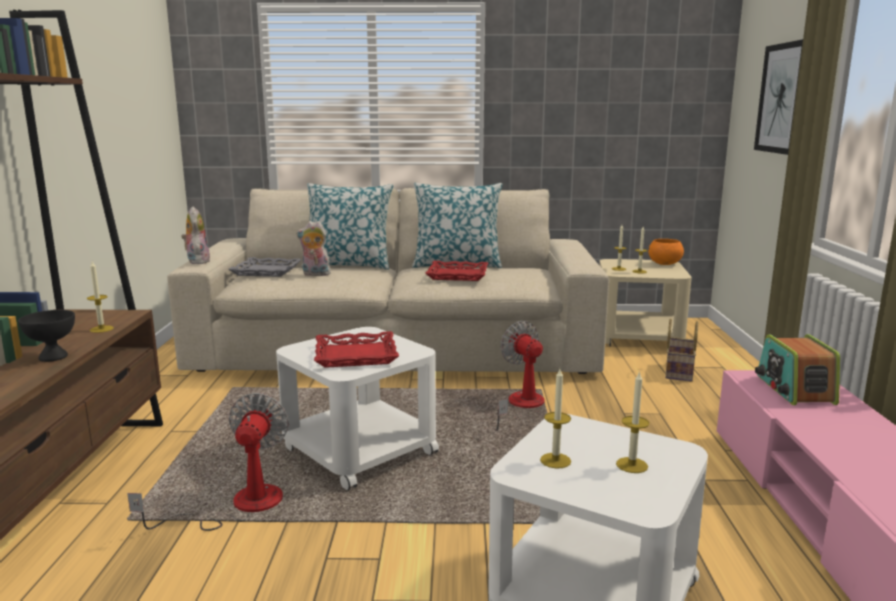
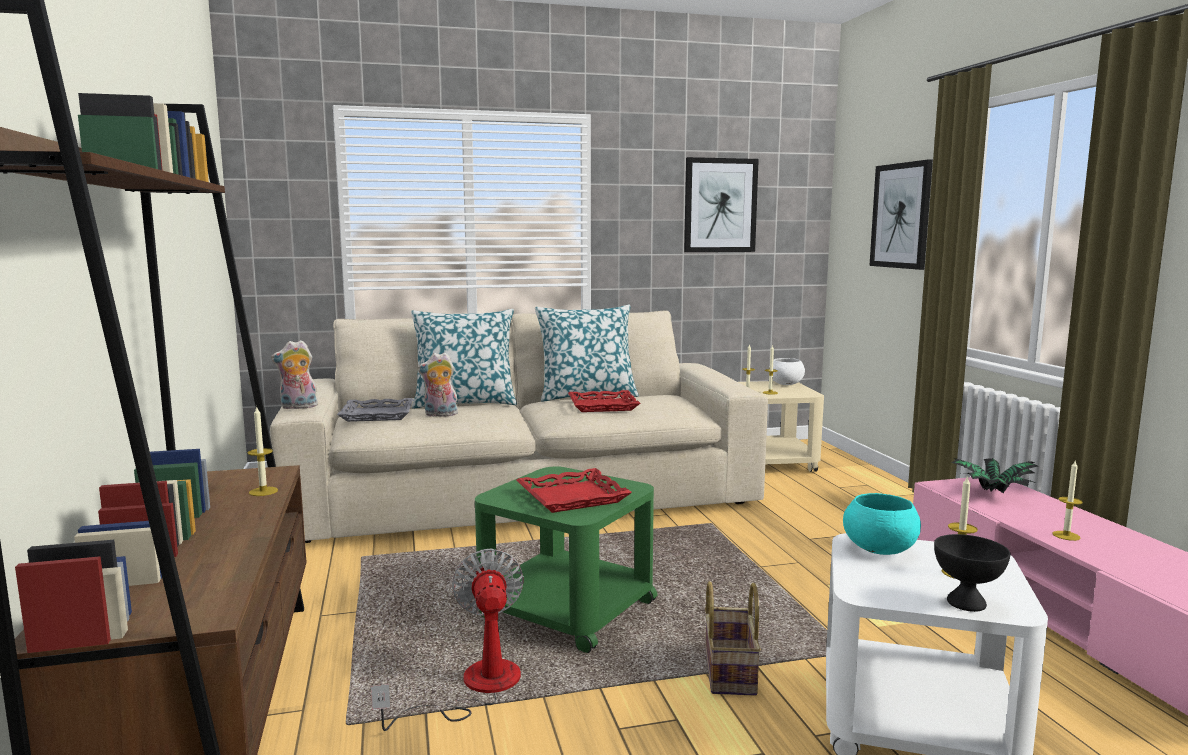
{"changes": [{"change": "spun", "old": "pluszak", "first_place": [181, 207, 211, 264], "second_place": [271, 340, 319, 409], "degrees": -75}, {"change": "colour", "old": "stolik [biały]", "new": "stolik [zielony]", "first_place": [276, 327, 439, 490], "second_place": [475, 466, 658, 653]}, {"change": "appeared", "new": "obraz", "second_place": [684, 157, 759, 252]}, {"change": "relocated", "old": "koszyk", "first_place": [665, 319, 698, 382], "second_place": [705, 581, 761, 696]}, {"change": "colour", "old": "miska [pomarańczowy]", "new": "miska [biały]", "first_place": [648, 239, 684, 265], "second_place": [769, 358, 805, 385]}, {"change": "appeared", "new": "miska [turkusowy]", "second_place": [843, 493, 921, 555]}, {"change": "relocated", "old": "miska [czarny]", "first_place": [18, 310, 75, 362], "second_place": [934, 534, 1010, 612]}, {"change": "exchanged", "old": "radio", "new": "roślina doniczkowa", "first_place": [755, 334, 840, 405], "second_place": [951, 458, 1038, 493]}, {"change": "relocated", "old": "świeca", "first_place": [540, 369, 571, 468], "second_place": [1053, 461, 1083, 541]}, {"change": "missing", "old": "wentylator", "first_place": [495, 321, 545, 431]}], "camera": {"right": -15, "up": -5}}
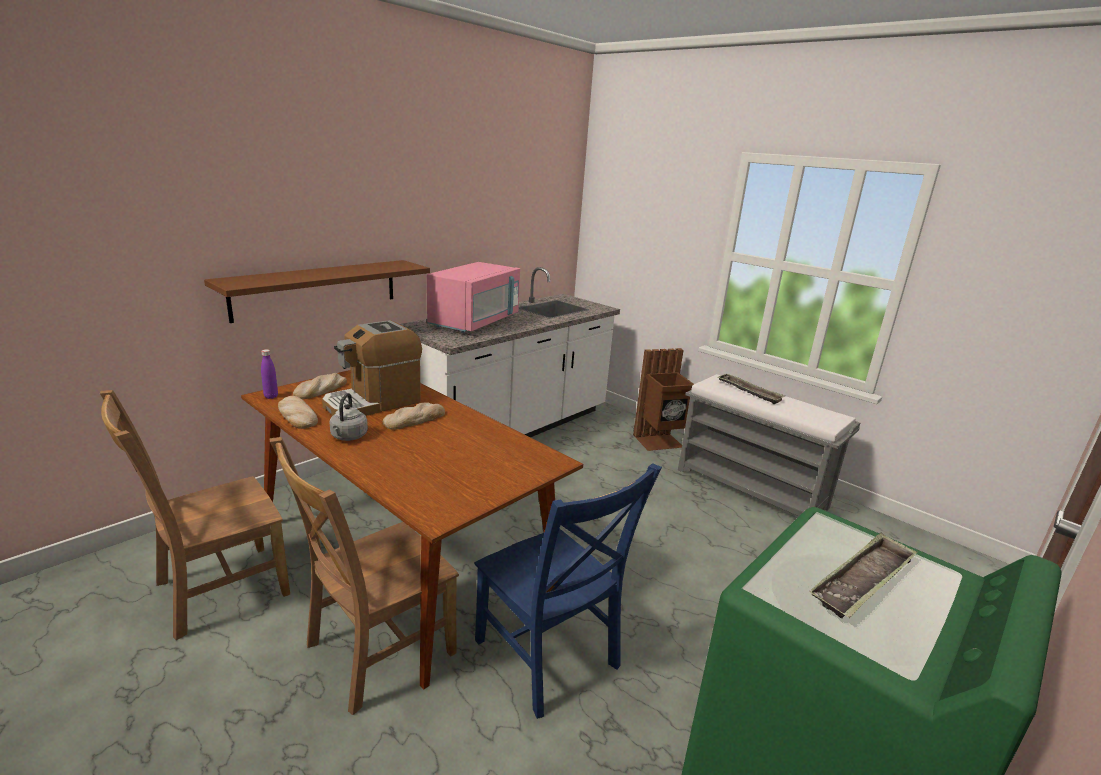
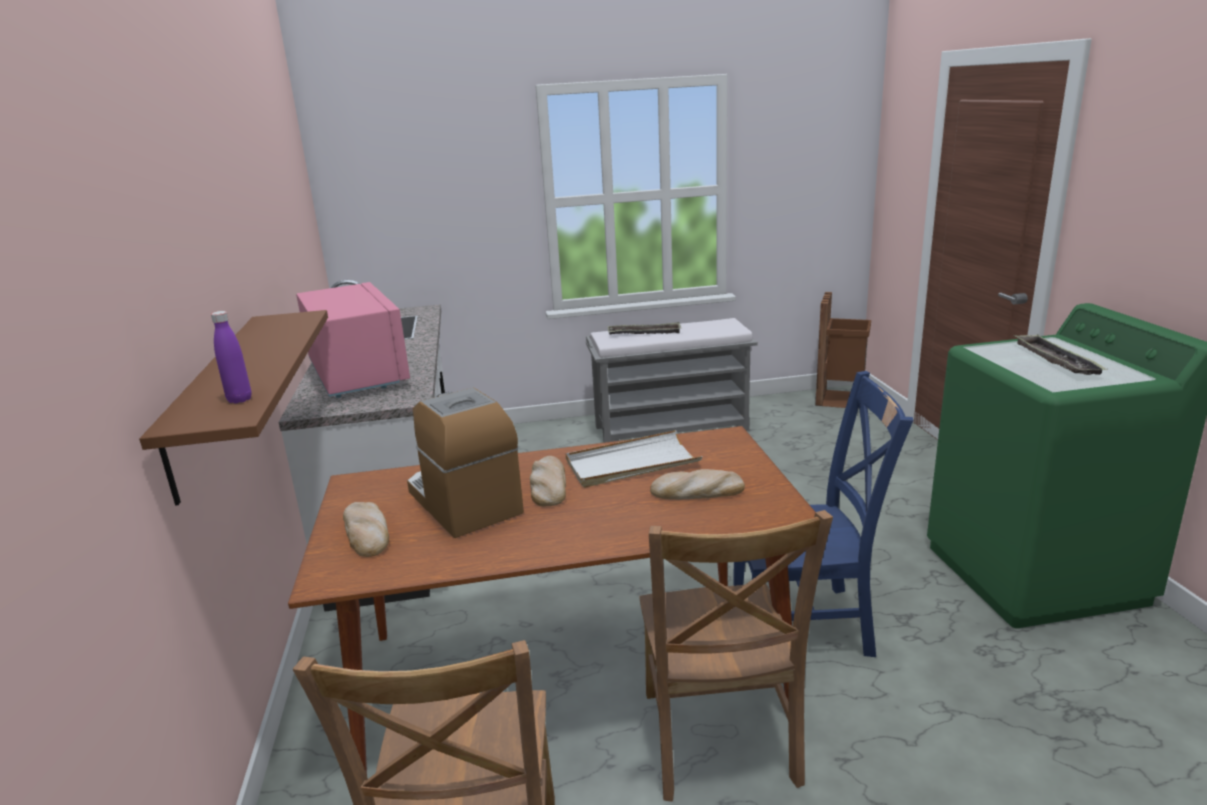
{"changes": [{"change": "relocated", "old": "butelka [fioletowy]", "first_place": [261, 349, 278, 399], "second_place": [211, 311, 251, 403]}, {"change": "spun", "old": "ekspres do kawy", "first_place": [322, 320, 422, 416], "second_place": [407, 388, 524, 538], "degrees": 150}, {"change": "appeared", "new": "taca [biały]", "second_place": [566, 430, 702, 488]}, {"change": "relocated", "old": "chleb", "first_place": [278, 396, 318, 429], "second_place": [650, 469, 745, 500]}, {"change": "relocated", "old": "kosz na śmieci [brązowy]", "first_place": [633, 348, 694, 451], "second_place": [815, 292, 871, 408]}, {"change": "missing", "old": "czajnik [szary]", "first_place": [330, 393, 368, 441]}], "camera": {"right": -50, "up": 0}}
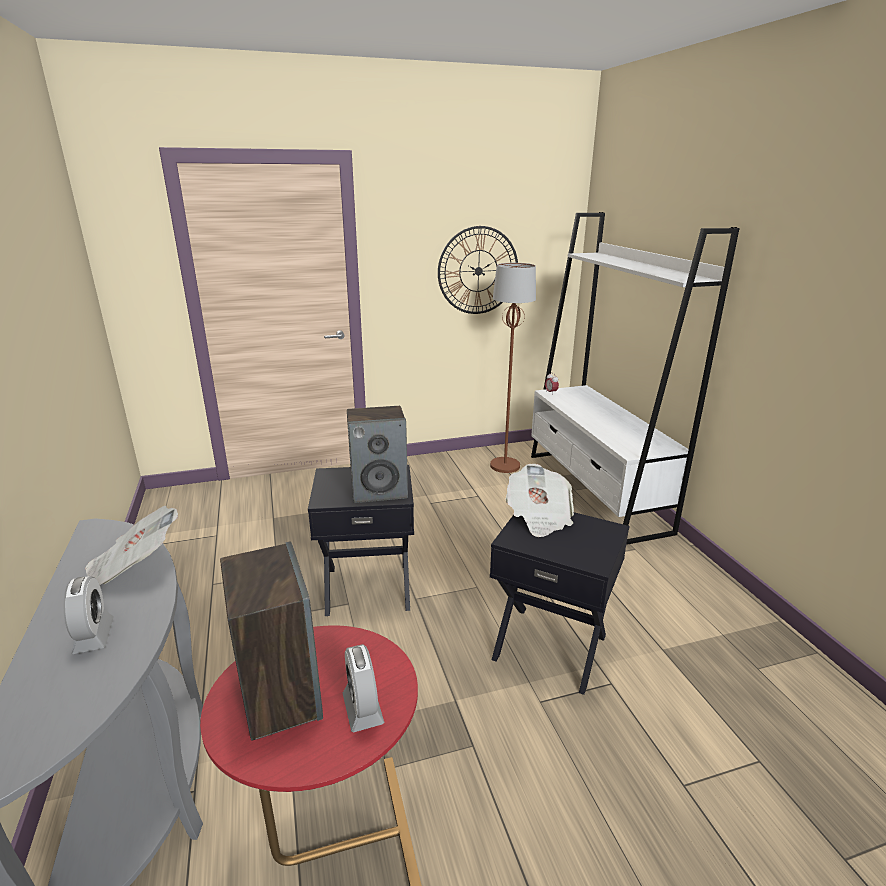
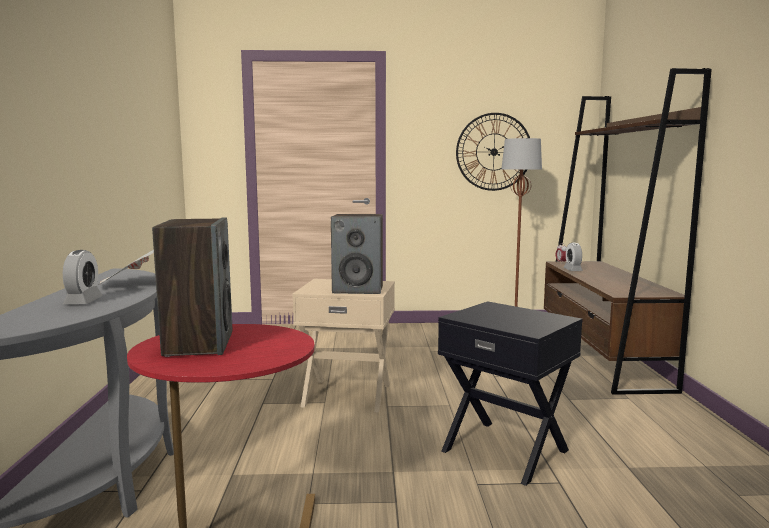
{"changes": [{"change": "colour", "old": "stolik [czarny]", "new": "stolik [beżowy]", "first_place": [308, 465, 414, 616], "second_place": [292, 279, 395, 413]}, {"change": "colour", "old": "regał [biały]", "new": "regał [brązowy]", "first_place": [531, 212, 739, 545], "second_place": [544, 68, 712, 395]}, {"change": "relocated", "old": "budzik", "first_place": [343, 644, 384, 733], "second_place": [564, 243, 583, 271]}, {"change": "missing", "old": "gazeta", "first_place": [505, 464, 574, 537]}], "camera": {"right": 15, "up": -15}}
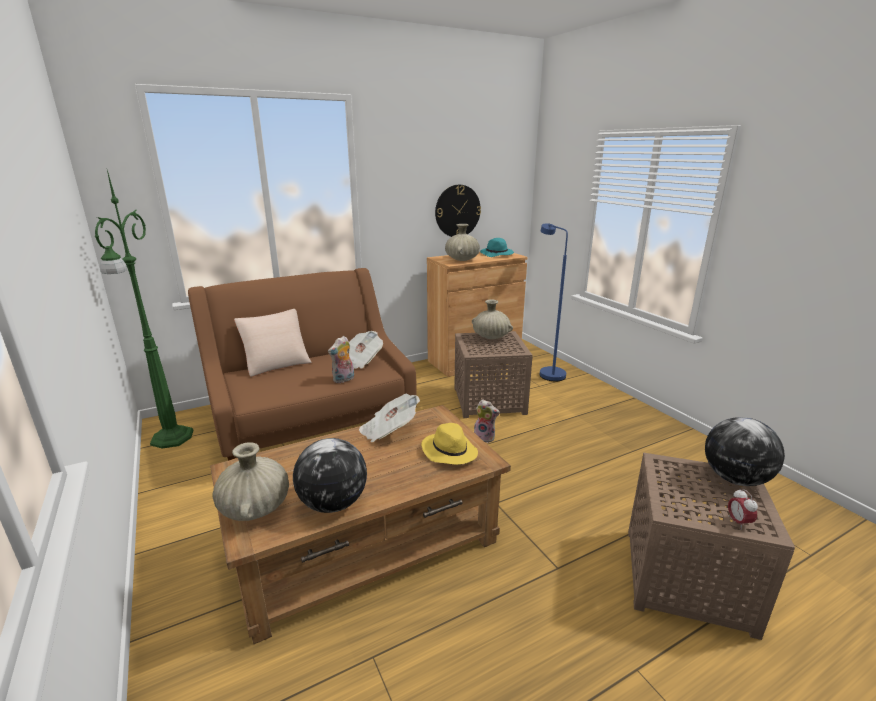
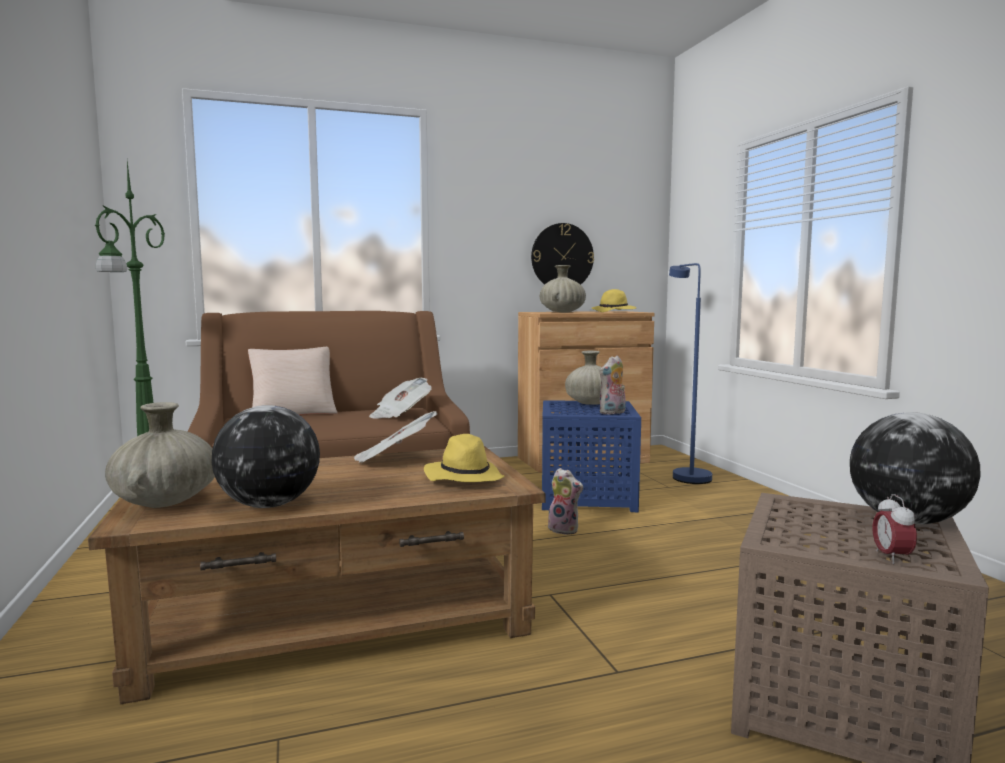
{"changes": [{"change": "colour", "old": "stolik [brązowy]", "new": "stolik [niebieski]", "first_place": [454, 331, 532, 418], "second_place": [542, 400, 641, 512]}, {"change": "colour", "old": "kapelusz [turkusowy]", "new": "kapelusz [żółty]", "first_place": [480, 238, 514, 257], "second_place": [591, 289, 636, 312]}, {"change": "relocated", "old": "pluszak", "first_place": [328, 336, 354, 383], "second_place": [599, 356, 626, 415]}], "camera": {"right": 10, "up": -15}}
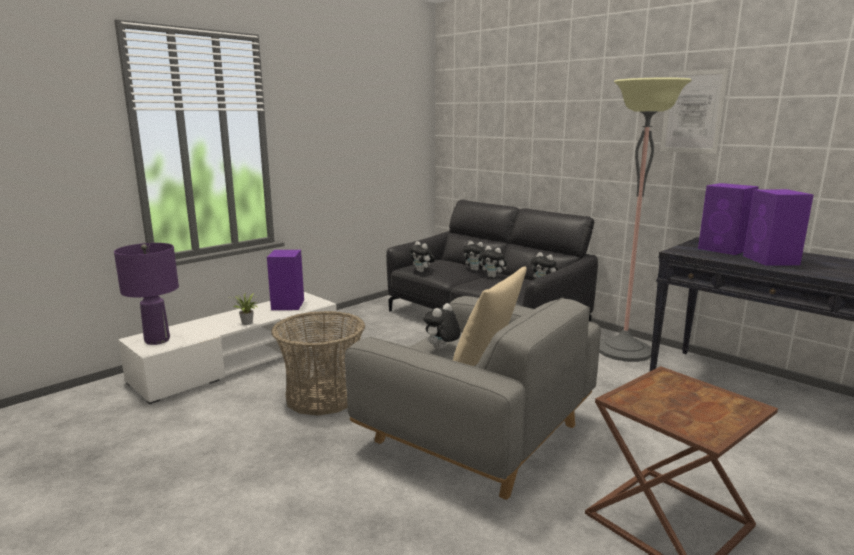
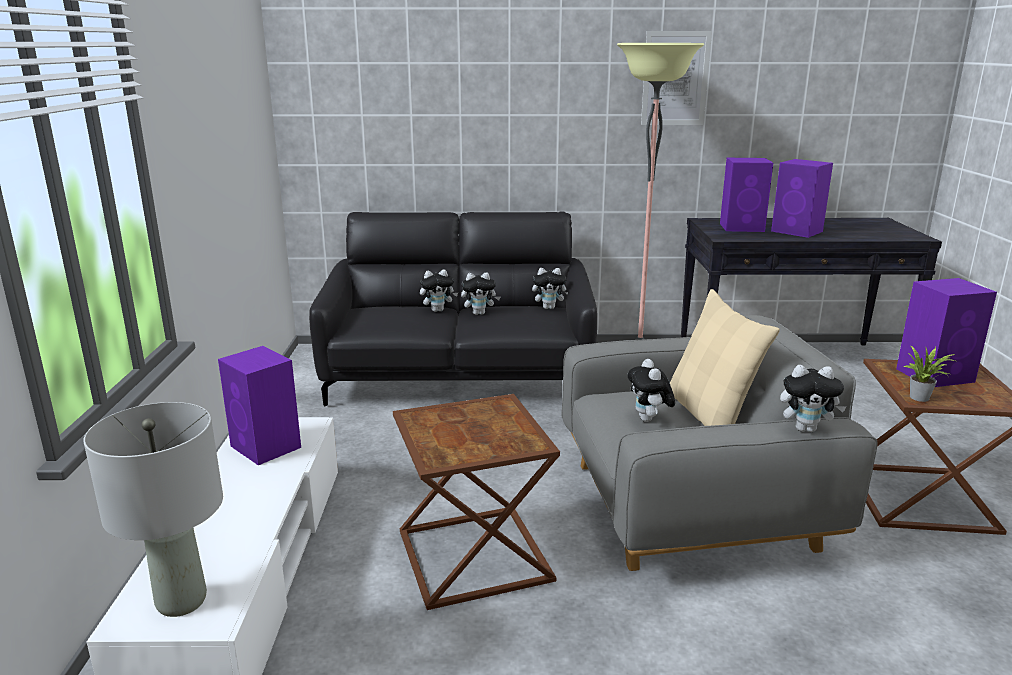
{"changes": [{"change": "colour", "old": "lampa stołowa [fioletowy]", "new": "lampa stołowa [szary]", "first_place": [114, 243, 179, 345], "second_place": [83, 402, 223, 617]}, {"change": "exchanged", "old": "koszyk", "new": "stolik [brązowy]", "first_place": [271, 311, 365, 416], "second_place": [393, 394, 560, 610]}, {"change": "relocated", "old": "pluszak", "first_place": [409, 241, 435, 272], "second_place": [780, 365, 847, 432]}, {"change": "appeared", "new": "głośnik [fioletowy]", "second_place": [896, 278, 997, 387]}, {"change": "relocated", "old": "roślina doniczkowa", "first_place": [230, 292, 258, 325], "second_place": [903, 345, 955, 402]}], "camera": {"right": -45, "up": 5}}
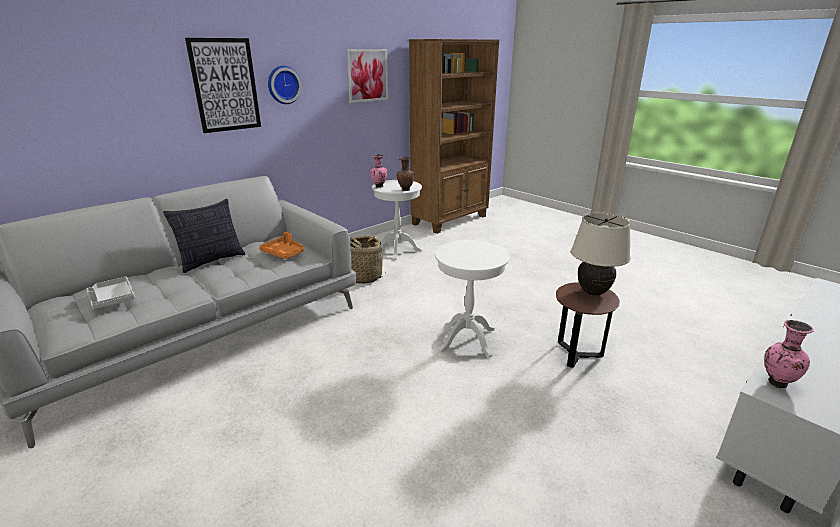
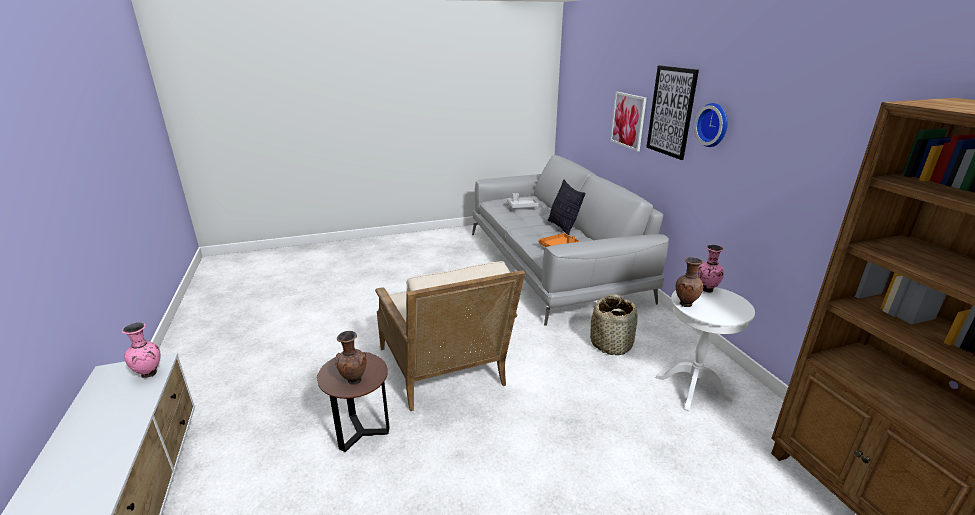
{"changes": [{"change": "exchanged", "old": "lampa stołowa [beżowy]", "new": "wazon [brązowy]", "first_place": [571, 213, 631, 296], "second_place": [335, 331, 366, 385]}, {"change": "exchanged", "old": "stolik [biały]", "new": "fotel [beżowy]", "first_place": [435, 240, 510, 358], "second_place": [375, 261, 525, 411]}, {"change": "relocated", "old": "obraz", "first_place": [346, 49, 388, 103], "second_place": [610, 92, 647, 151]}], "camera": {"right": 115, "up": 0}}
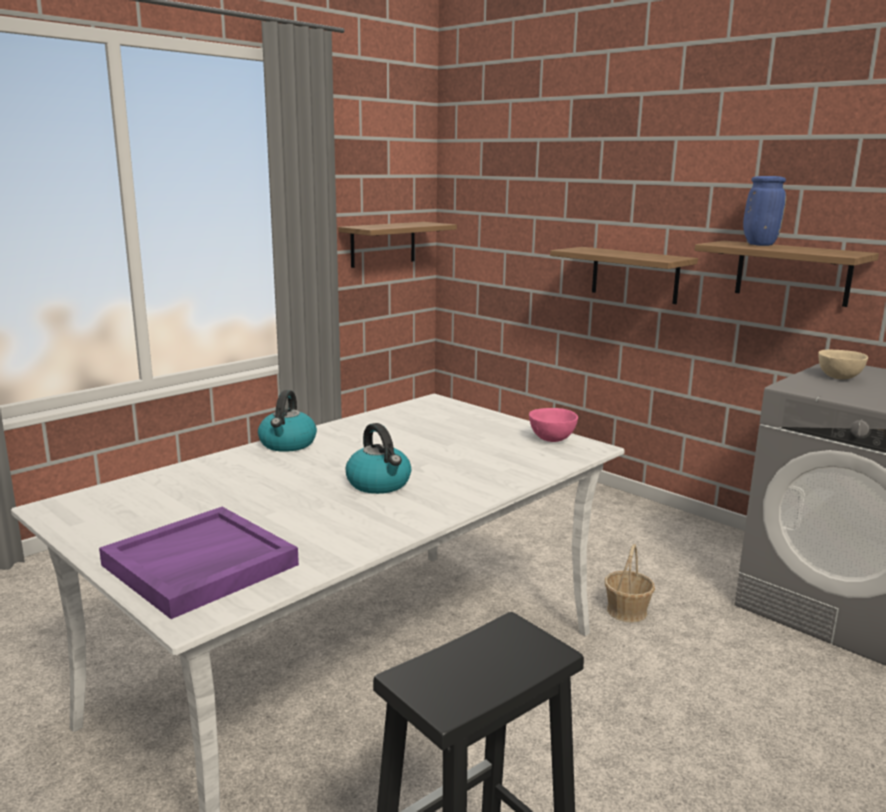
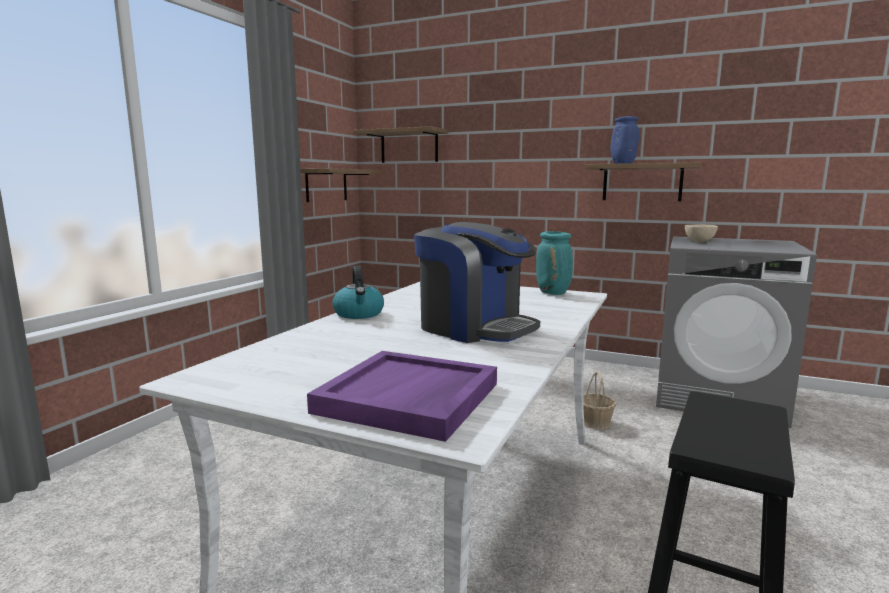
{"changes": [{"change": "relocated", "old": "półka", "first_place": [550, 247, 698, 304], "second_place": [353, 126, 448, 163]}, {"change": "exchanged", "old": "czajnik", "new": "ekspres do kawy", "first_place": [346, 423, 411, 494], "second_place": [414, 222, 540, 343]}, {"change": "exchanged", "old": "miska [różowy]", "new": "wazon [turkusowy]", "first_place": [529, 408, 578, 442], "second_place": [536, 231, 573, 295]}], "camera": {"right": -20, "up": -5}}
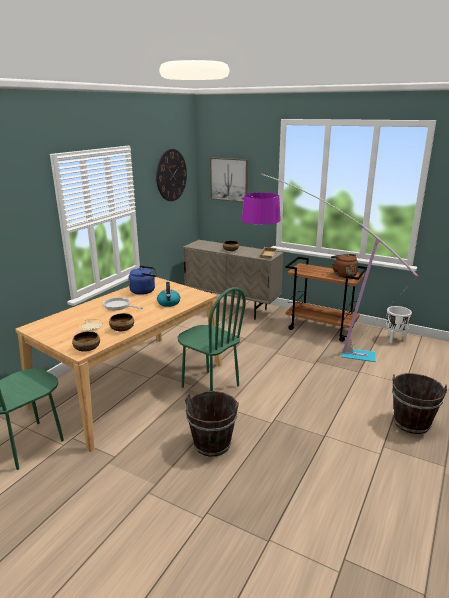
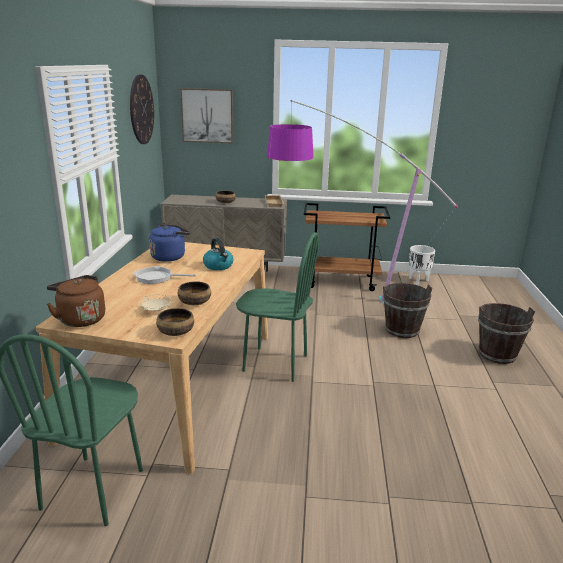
{"changes": [{"change": "relocated", "old": "czajnik [brązowy]", "first_place": [331, 254, 358, 278], "second_place": [47, 275, 105, 327]}, {"change": "relocated", "old": "wiadro [brązowy]", "first_place": [185, 391, 239, 457], "second_place": [383, 283, 432, 338]}], "camera": {"right": -25, "up": 0}}
